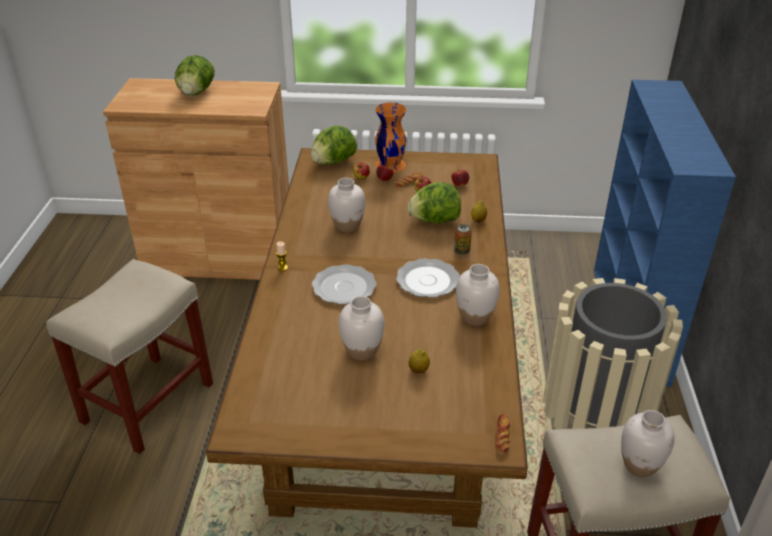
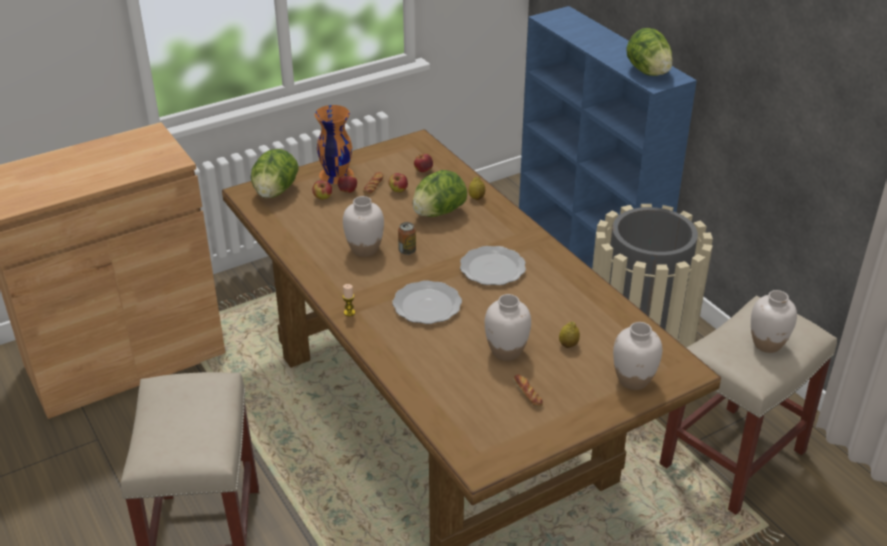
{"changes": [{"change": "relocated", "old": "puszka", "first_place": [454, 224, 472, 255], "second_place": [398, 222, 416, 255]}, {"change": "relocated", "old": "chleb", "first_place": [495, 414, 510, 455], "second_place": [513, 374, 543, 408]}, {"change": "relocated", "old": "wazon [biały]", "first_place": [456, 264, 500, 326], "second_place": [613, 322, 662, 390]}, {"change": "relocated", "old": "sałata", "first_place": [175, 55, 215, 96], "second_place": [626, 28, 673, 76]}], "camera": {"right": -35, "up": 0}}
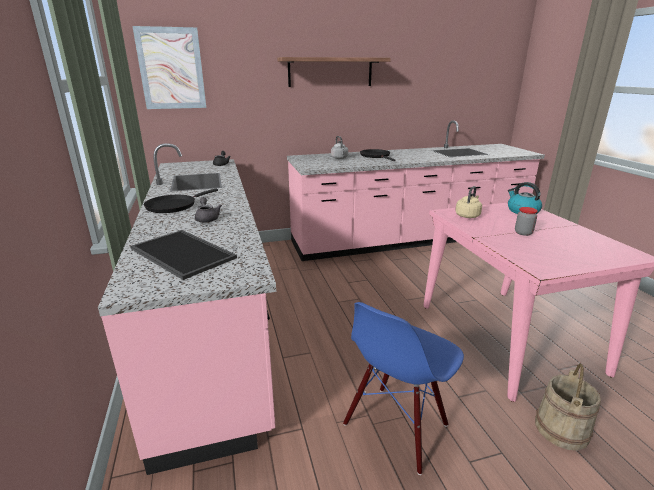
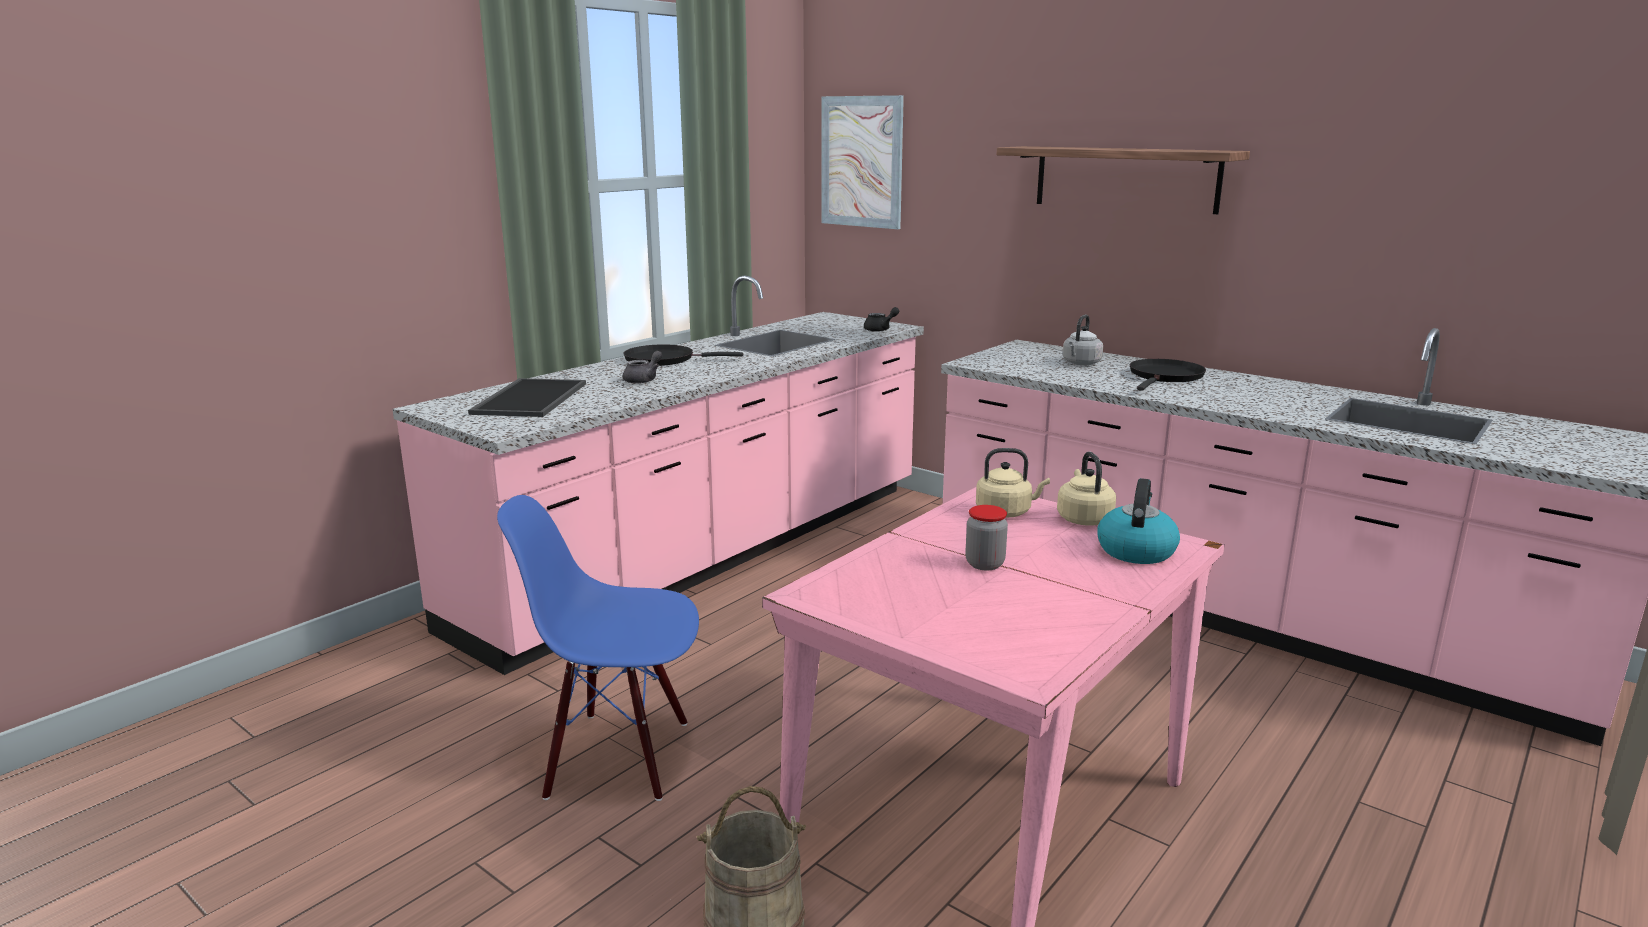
{"changes": [{"change": "appeared", "new": "czajnik [beżowy]", "second_place": [1057, 452, 1116, 526]}], "camera": {"right": 55, "up": -5}}
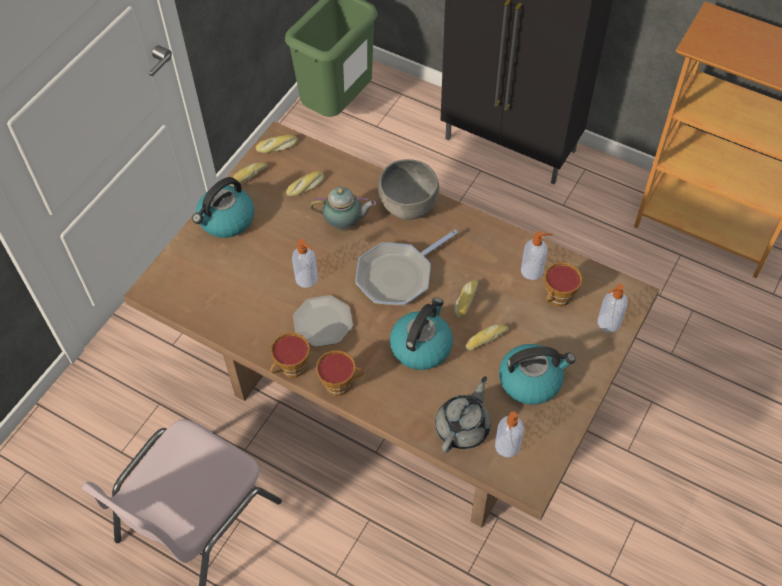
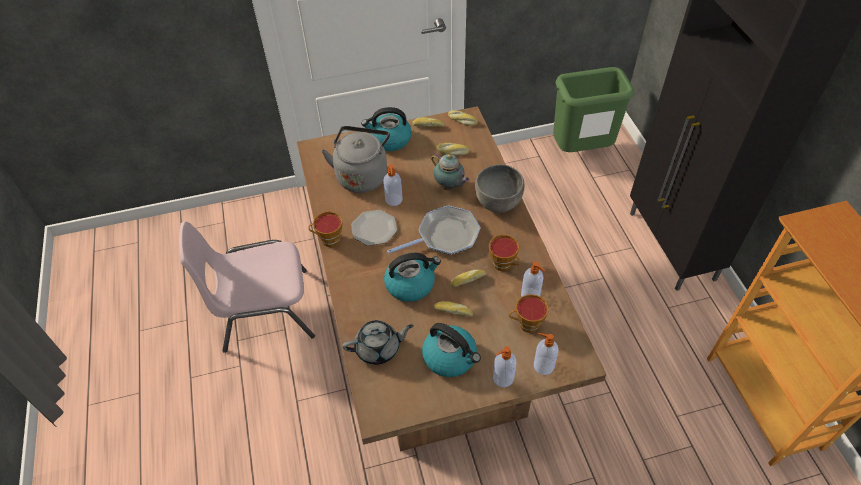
{"changes": [{"change": "appeared", "new": "czajnik [szary]", "second_place": [322, 126, 390, 193]}, {"change": "spun", "old": "patelnia", "first_place": [355, 230, 458, 306], "second_place": [387, 205, 481, 255], "degrees": 150}, {"change": "relocated", "old": "filiżanka", "first_place": [316, 350, 364, 396], "second_place": [489, 235, 520, 271]}, {"change": "relocated", "old": "dozownik mydła", "first_place": [495, 412, 524, 458], "second_place": [493, 346, 516, 387]}], "camera": {"right": 45, "up": -5}}
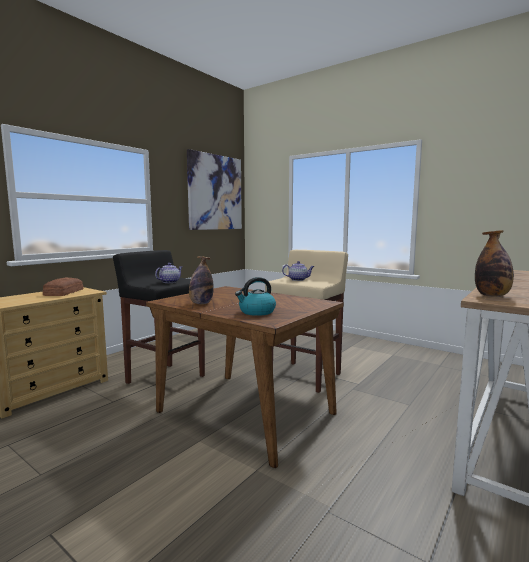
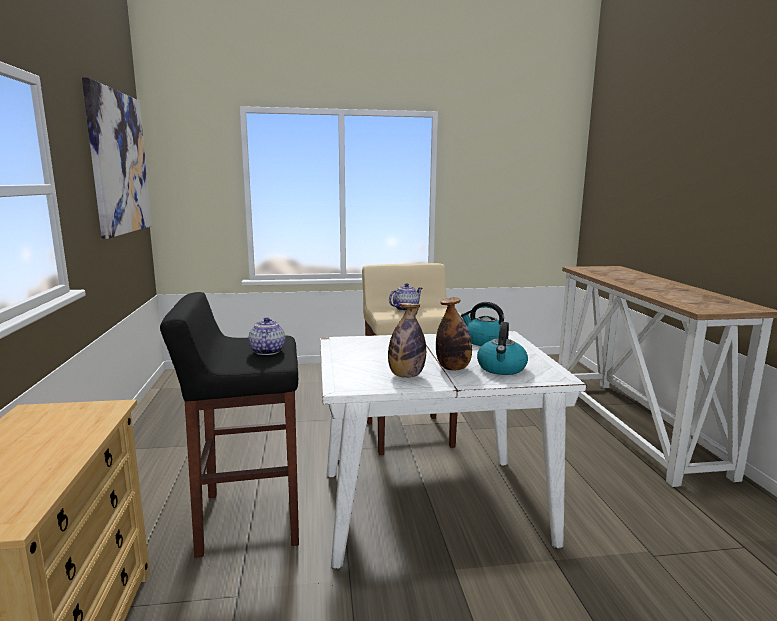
{"changes": [{"change": "colour", "old": "stół jadalny [brązowy]", "new": "stół jadalny [biały]", "first_place": [146, 286, 344, 468], "second_place": [320, 331, 586, 569]}, {"change": "relocated", "old": "butelka", "first_place": [475, 230, 514, 297], "second_place": [436, 297, 472, 370]}, {"change": "appeared", "new": "czajnik", "second_place": [461, 302, 504, 346]}, {"change": "missing", "old": "chleb", "first_place": [43, 277, 83, 296]}], "camera": {"right": -45, "up": 5}}
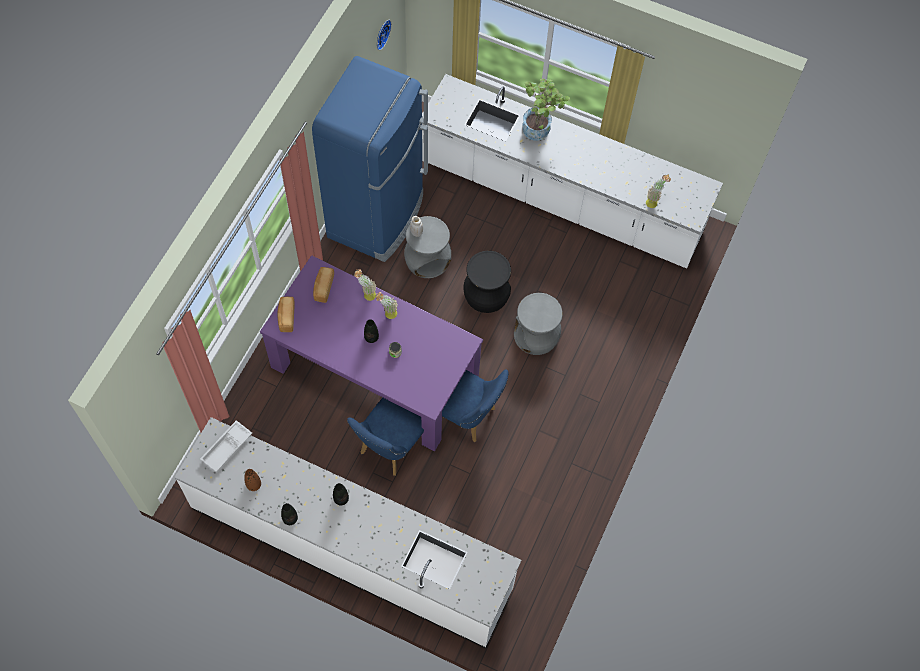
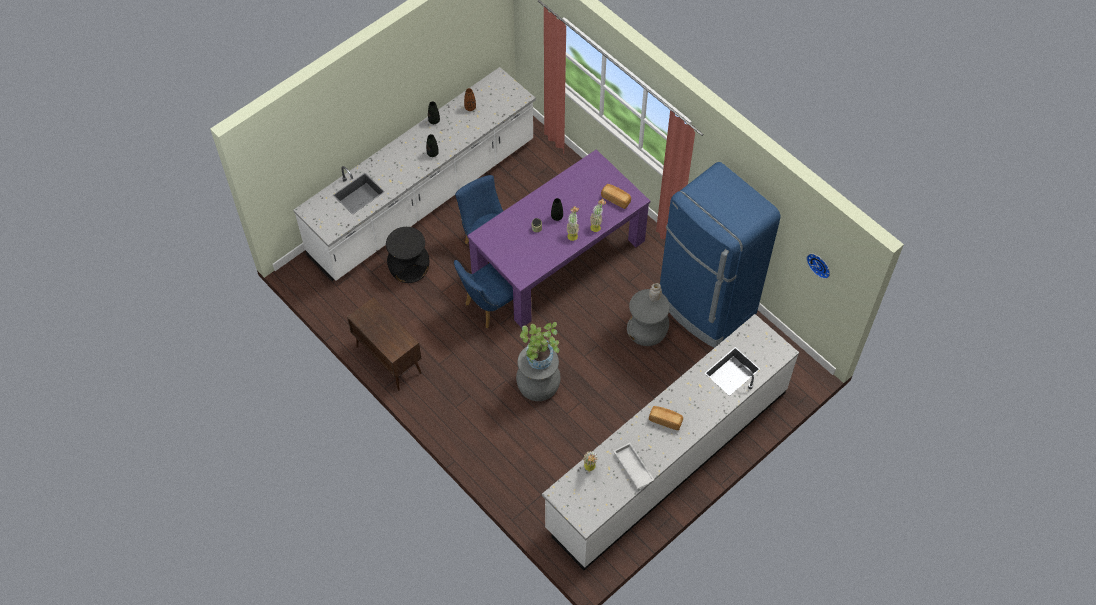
{"changes": [{"change": "appeared", "new": "szafka [brązowy]", "second_place": [347, 297, 422, 391]}, {"change": "relocated", "old": "stołek [czarny]", "first_place": [463, 251, 511, 313], "second_place": [386, 227, 429, 283]}, {"change": "relocated", "old": "roślina doniczkowa", "first_place": [522, 79, 570, 141], "second_place": [520, 322, 559, 369]}, {"change": "relocated", "old": "taca [biały]", "first_place": [200, 420, 252, 473], "second_place": [614, 442, 654, 489]}, {"change": "relocated", "old": "chleb", "first_place": [278, 297, 295, 332], "second_place": [649, 406, 683, 430]}], "camera": {"right": 115, "up": -5}}
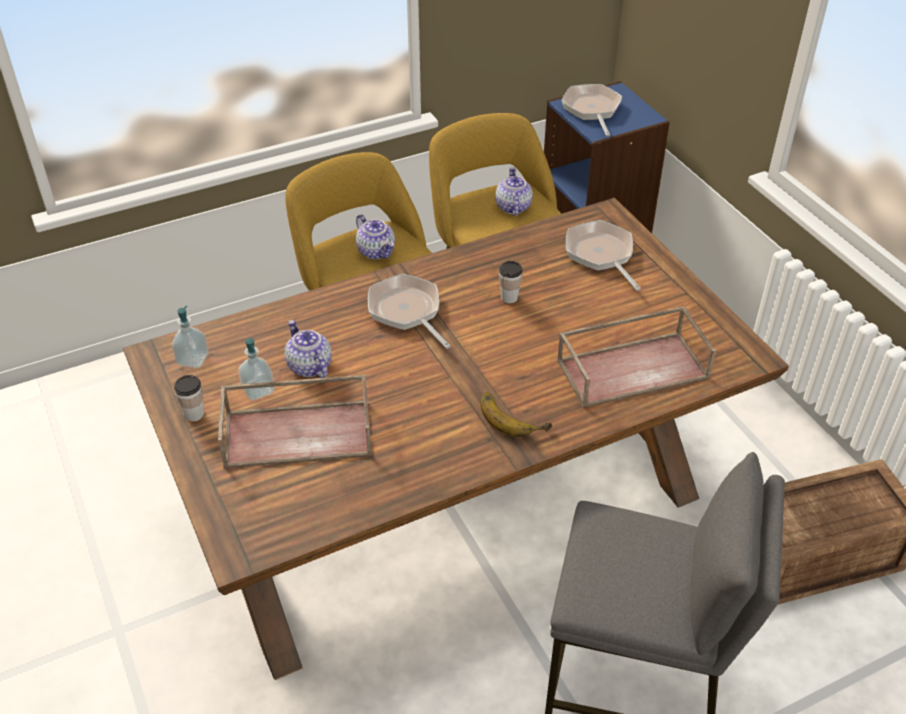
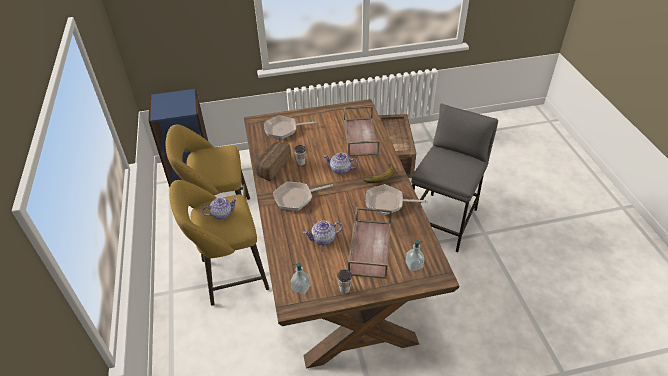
{"changes": [{"change": "appeared", "new": "chleb", "second_place": [255, 142, 291, 181]}, {"change": "relocated", "old": "imbryk", "first_place": [495, 167, 533, 216], "second_place": [323, 153, 358, 175]}, {"change": "relocated", "old": "patelnia", "first_place": [562, 84, 622, 136], "second_place": [366, 184, 428, 216]}, {"change": "relocated", "old": "dozownik mydła", "first_place": [238, 338, 275, 400], "second_place": [406, 240, 424, 271]}], "camera": {"right": -75, "up": 0}}
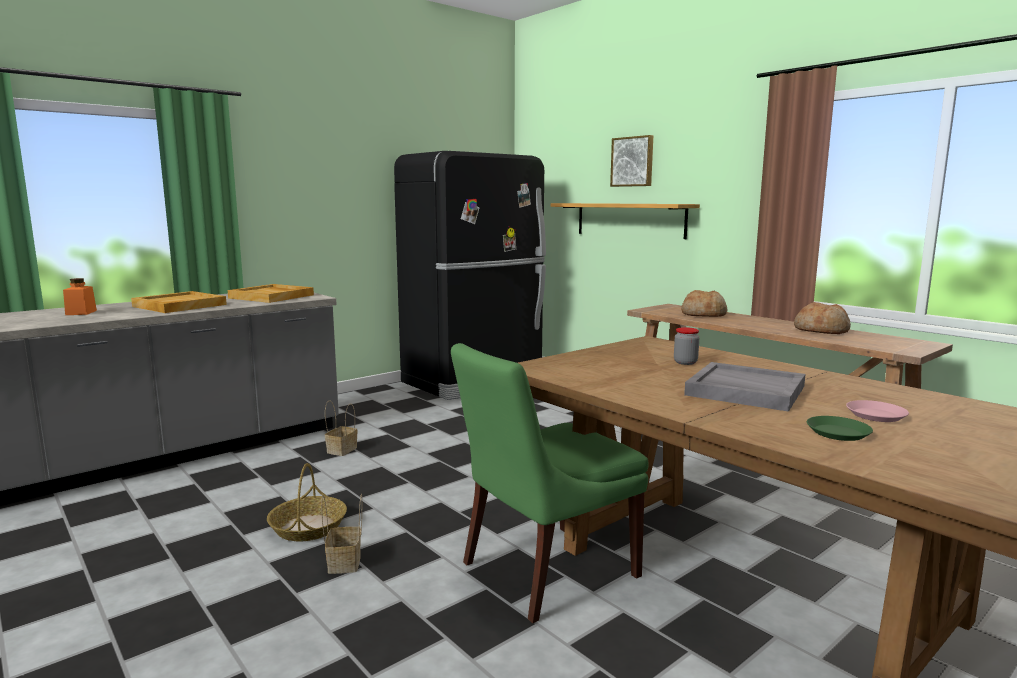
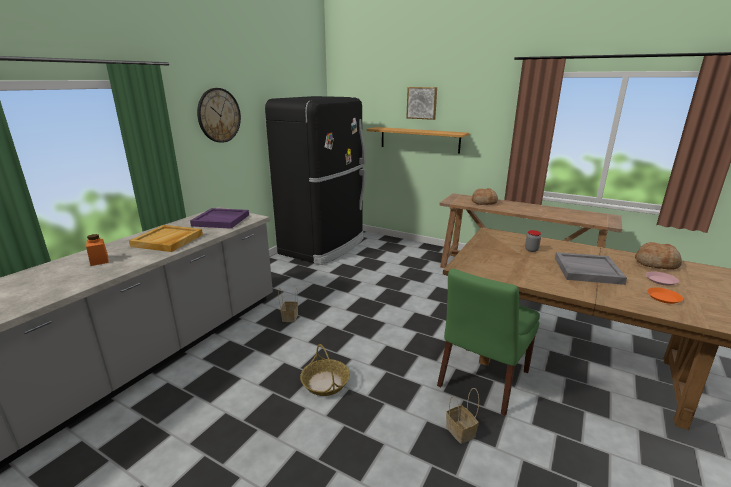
{"changes": [{"change": "colour", "old": "taca [beżowy]", "new": "taca [fioletowy]", "first_place": [228, 284, 314, 303], "second_place": [190, 208, 249, 229]}, {"change": "appeared", "new": "zegar ścienny", "second_place": [197, 88, 241, 143]}, {"change": "relocated", "old": "koszyk", "first_place": [321, 494, 362, 574], "second_place": [446, 388, 479, 444]}, {"change": "relocated", "old": "chleb", "first_place": [794, 302, 851, 334], "second_place": [635, 242, 682, 270]}, {"change": "colour", "old": "talerz [zielony]", "new": "talerz [pomarańczowy]", "first_place": [807, 416, 873, 441], "second_place": [647, 287, 683, 304]}], "camera": {"right": -20, "up": 10}}
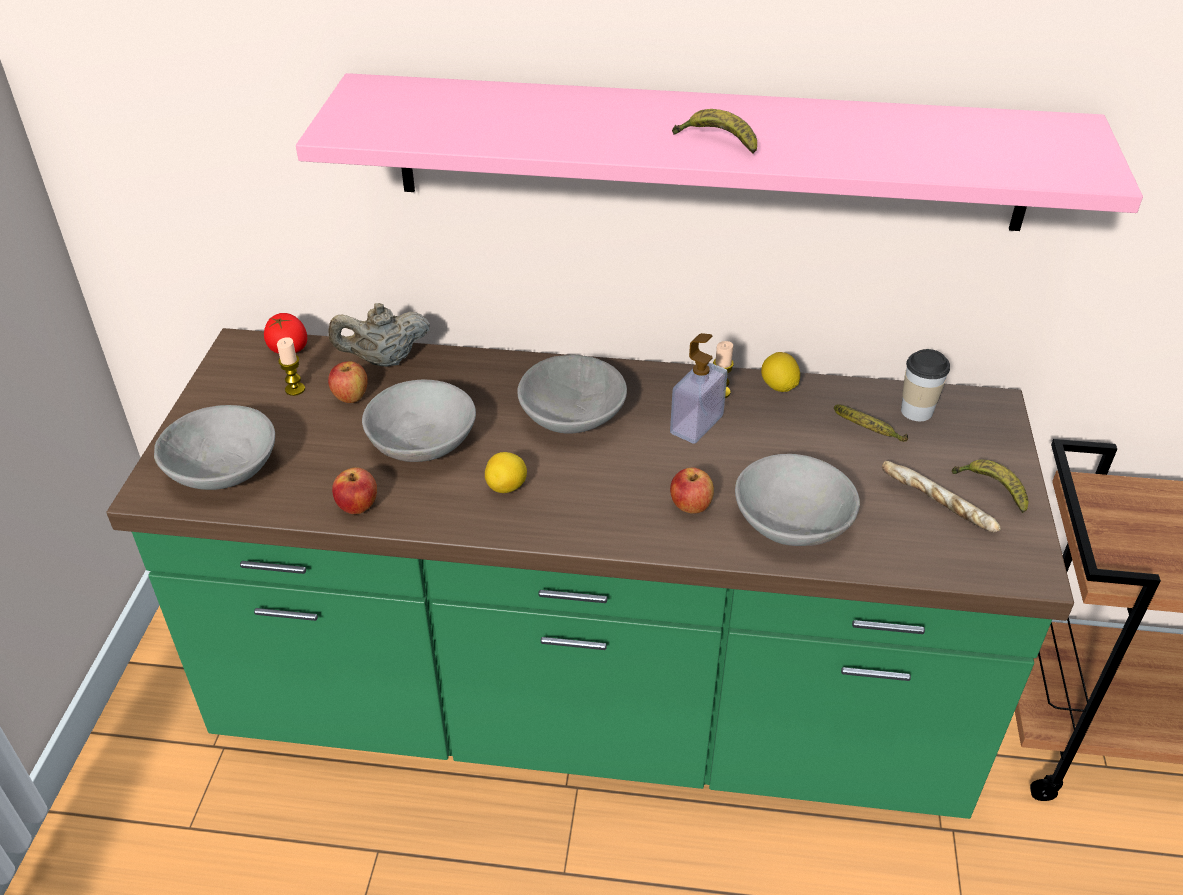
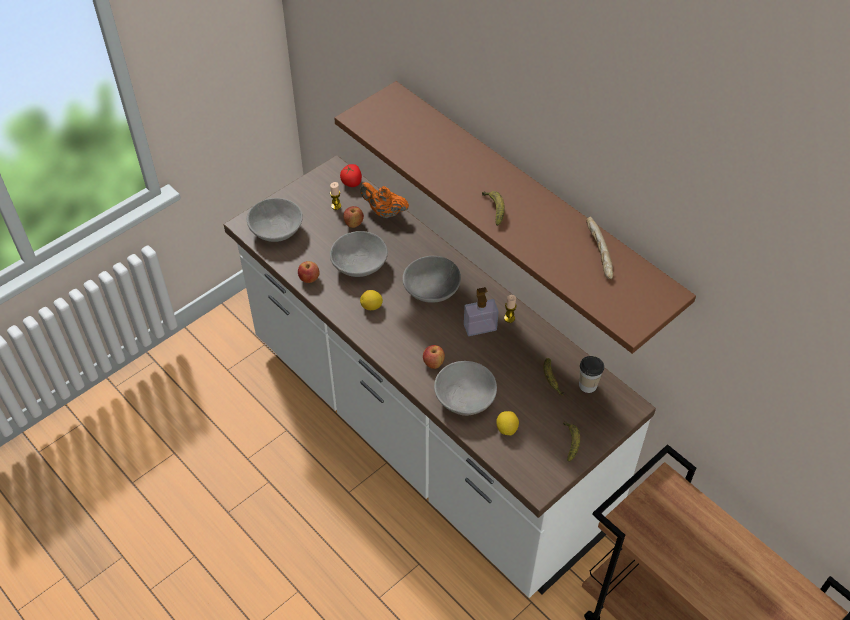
{"changes": [{"change": "colour", "old": "zabudowa kuchenna [zielony]", "new": "zabudowa kuchenna [biały]", "first_place": [106, 328, 1074, 819], "second_place": [224, 155, 656, 598]}, {"change": "colour", "old": "półka [różowy]", "new": "półka [brązowy]", "first_place": [296, 73, 1143, 231], "second_place": [334, 81, 696, 354]}, {"change": "colour", "old": "imbryk [beżowy]", "new": "imbryk [pomarańczowy]", "first_place": [328, 303, 430, 367], "second_place": [360, 182, 409, 218]}, {"change": "relocated", "old": "cytryna", "first_place": [761, 352, 800, 392], "second_place": [496, 411, 519, 436]}, {"change": "relocated", "old": "chleb", "first_place": [882, 461, 1001, 533], "second_place": [586, 217, 613, 279]}], "camera": {"right": 40, "up": 10}}
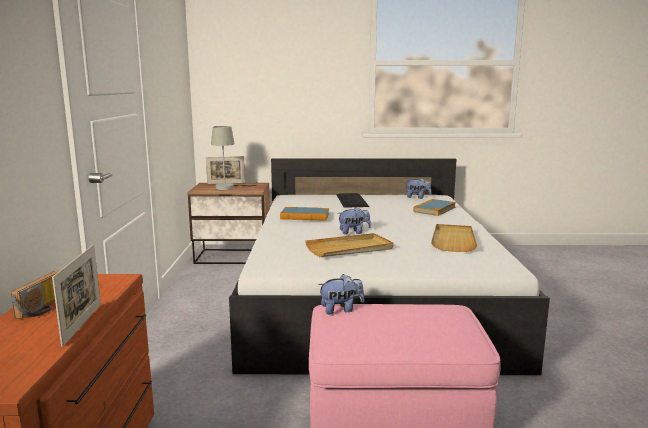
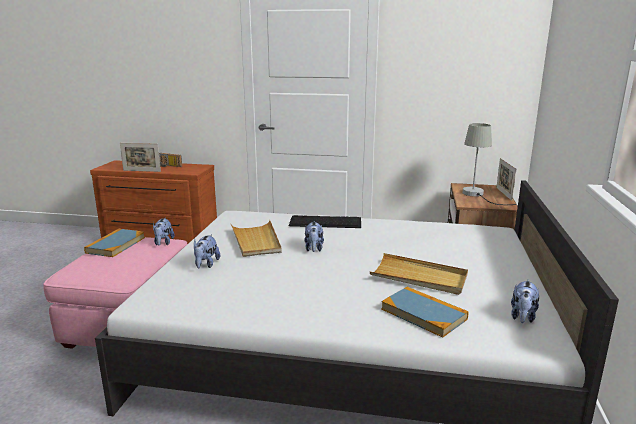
{"changes": [{"change": "relocated", "old": "książka", "first_place": [280, 207, 329, 221], "second_place": [84, 229, 145, 257]}, {"change": "appeared", "new": "pluszak", "second_place": [194, 234, 220, 268]}, {"change": "relocated", "old": "klawiatura", "first_place": [336, 193, 369, 208], "second_place": [289, 215, 361, 228]}, {"change": "relocated", "old": "taca [beżowy]", "first_place": [431, 224, 477, 252], "second_place": [370, 253, 468, 295]}], "camera": {"right": 100, "up": 5}}
